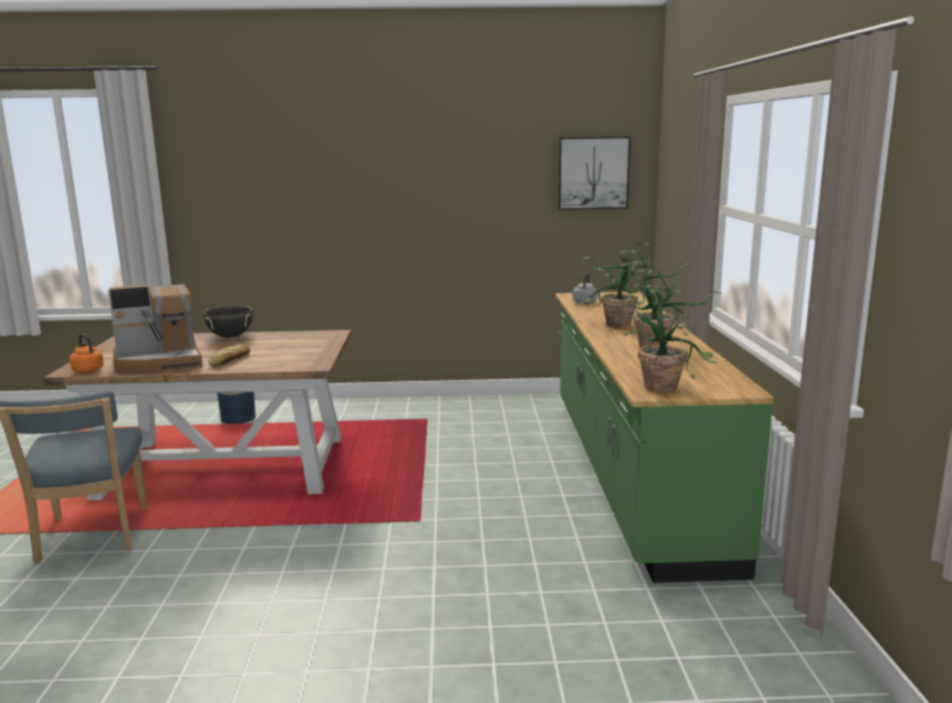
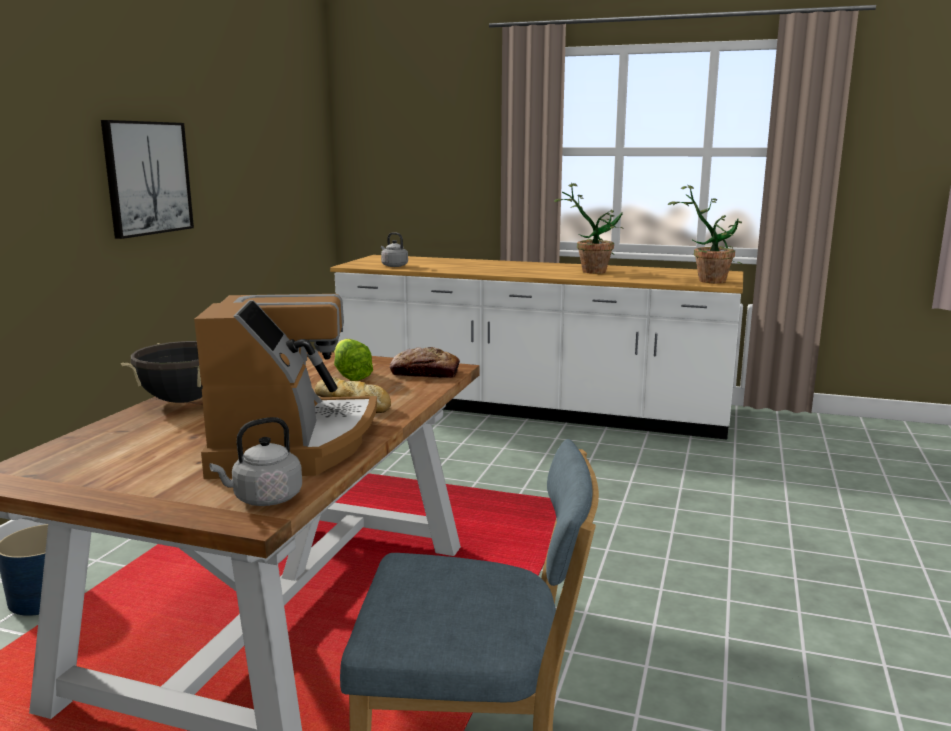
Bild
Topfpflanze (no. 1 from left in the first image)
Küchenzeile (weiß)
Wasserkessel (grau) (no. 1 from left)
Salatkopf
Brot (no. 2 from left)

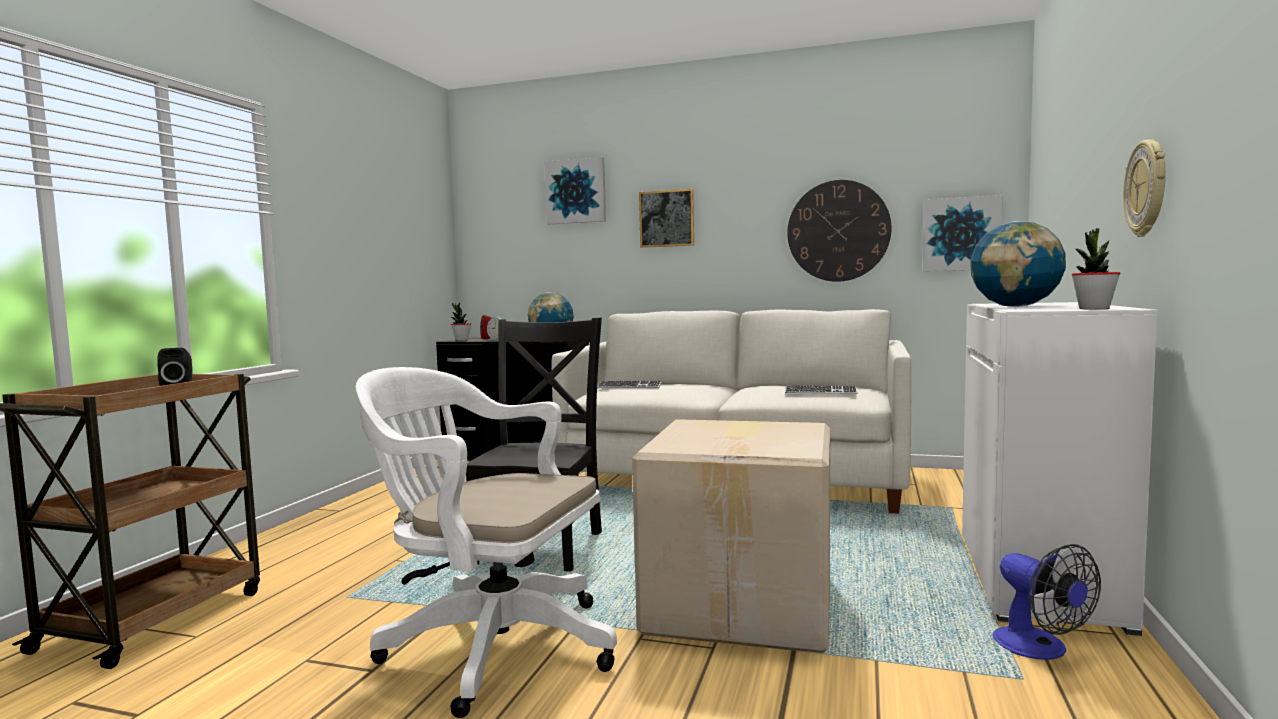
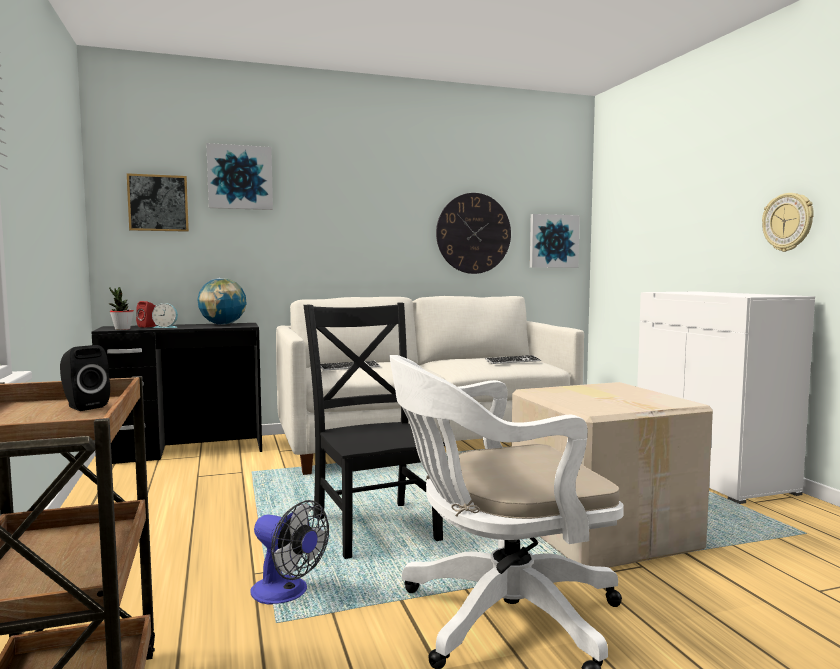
Bild (no. 1 from left)
Globus (no. 2 from left in the first image)
Topfpflanze (no. 2 from left in the first image)
Ventilator

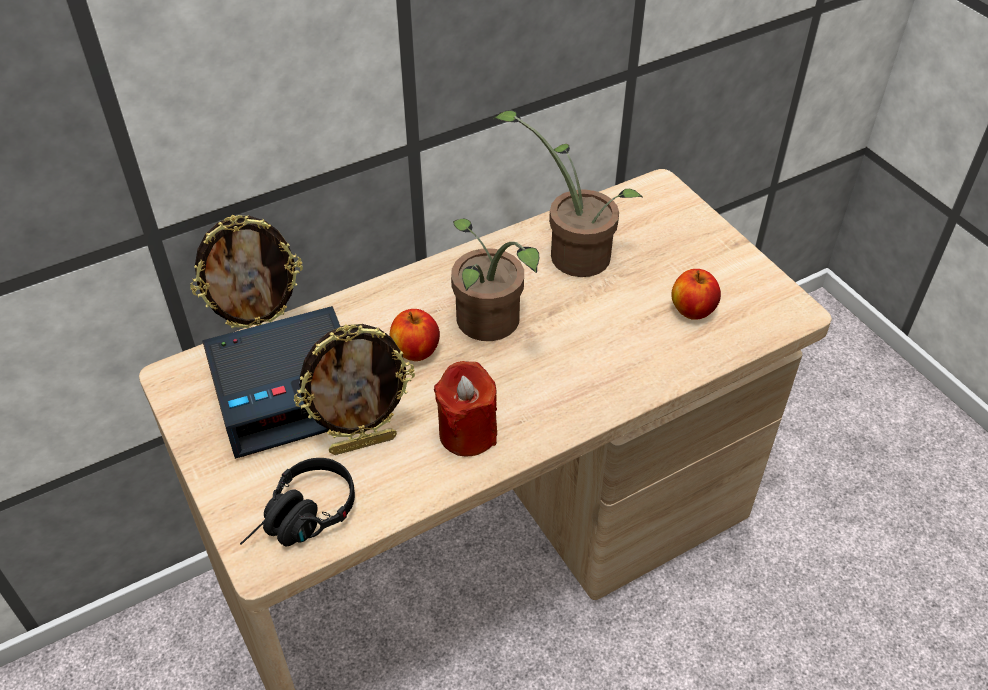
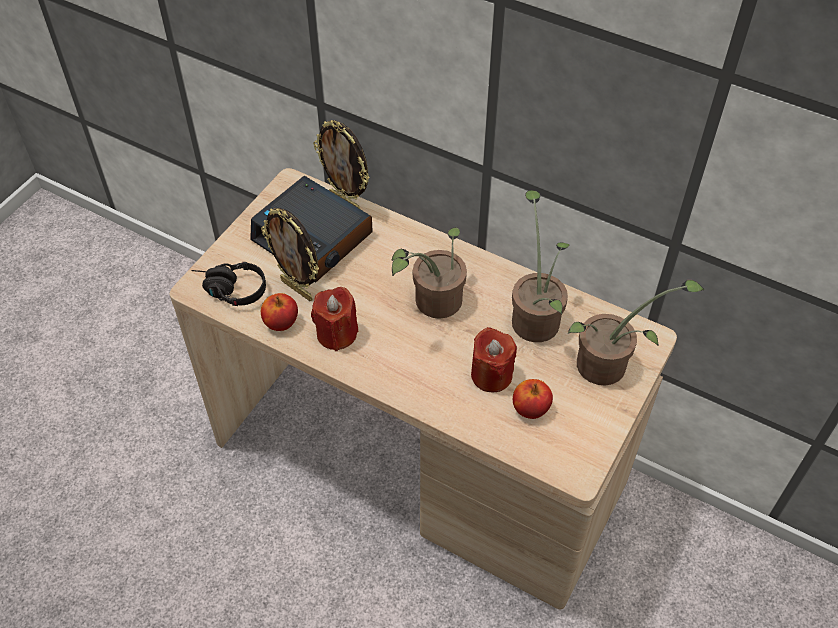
Apfel (no. 1 from left)
Topfpflanze (no. 3 from left)
Kerze (rot) (no. 2 from left)

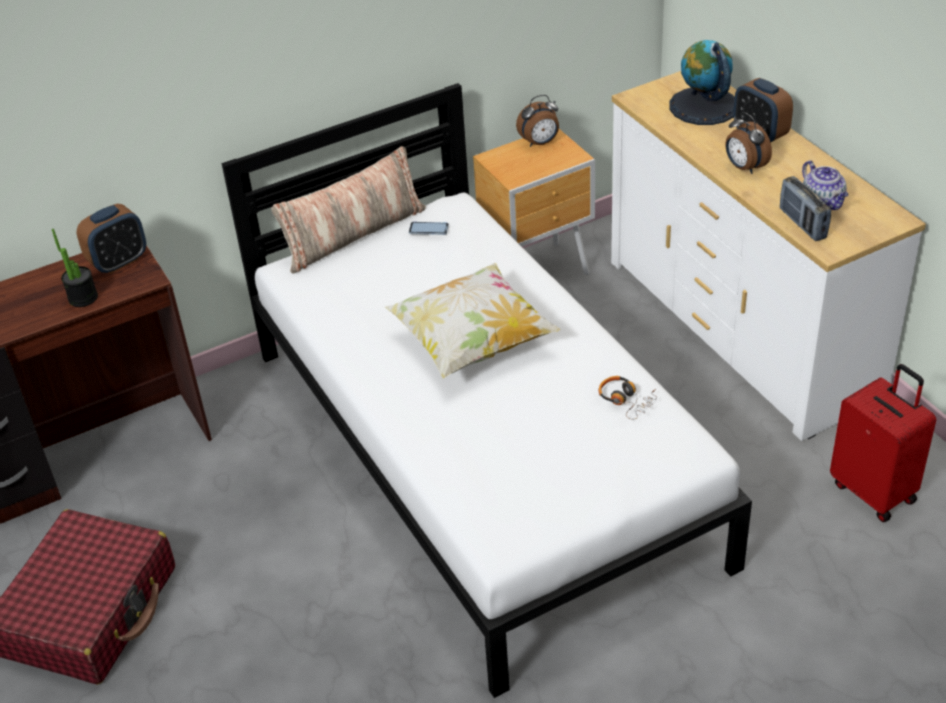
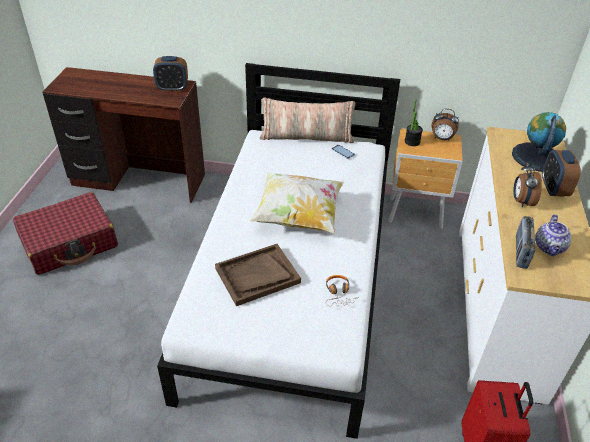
Topfpflanze
Tablett (braun)

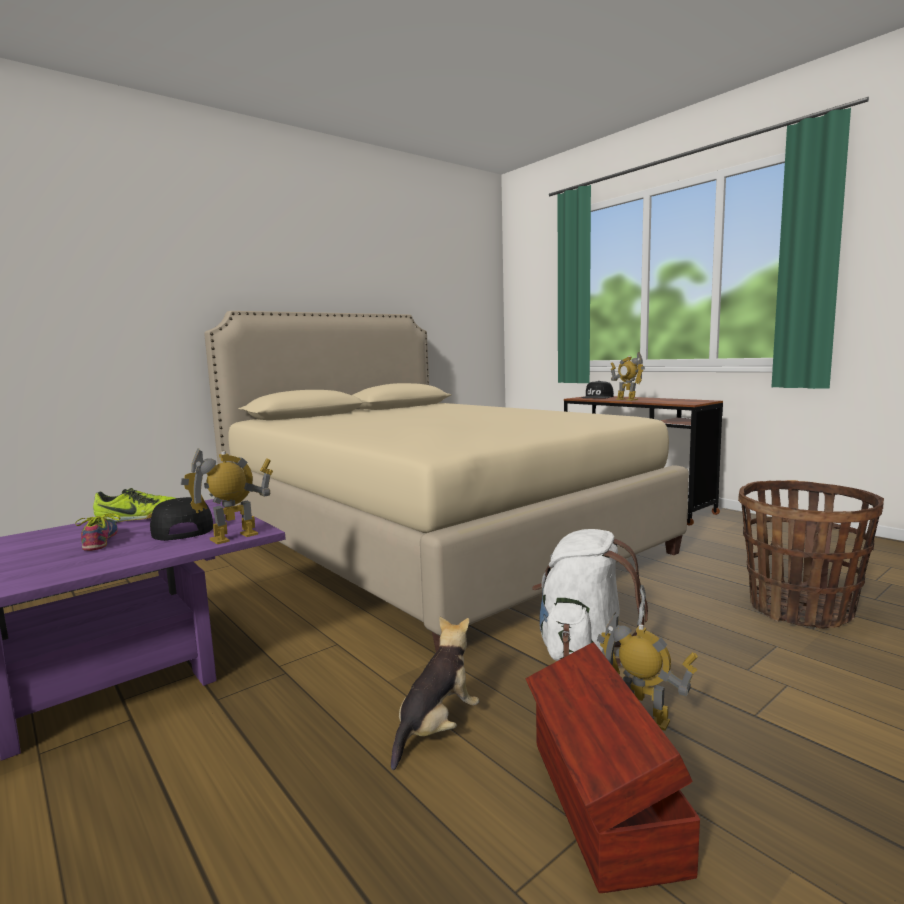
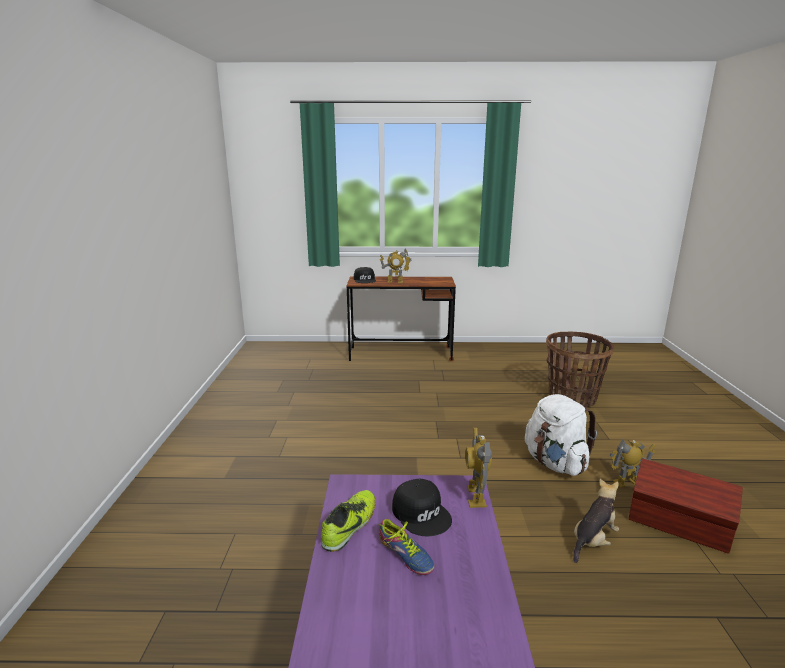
Bett (beige)
Kappe (schwarz) (no. 2 from left)
Schuh (no. 2 from left)
Plüschtier

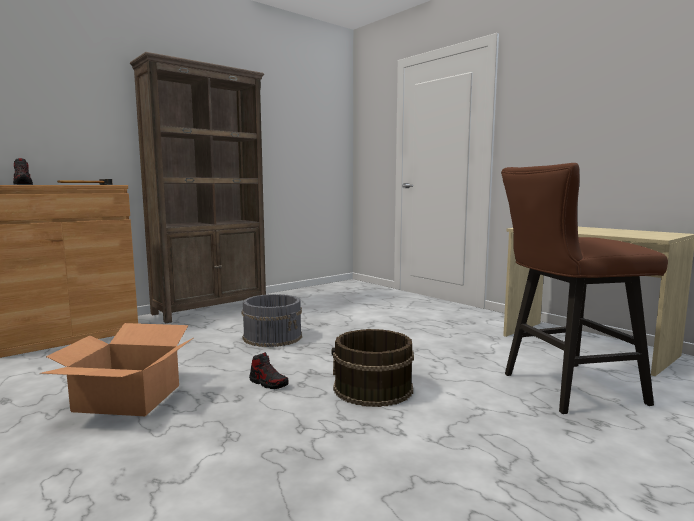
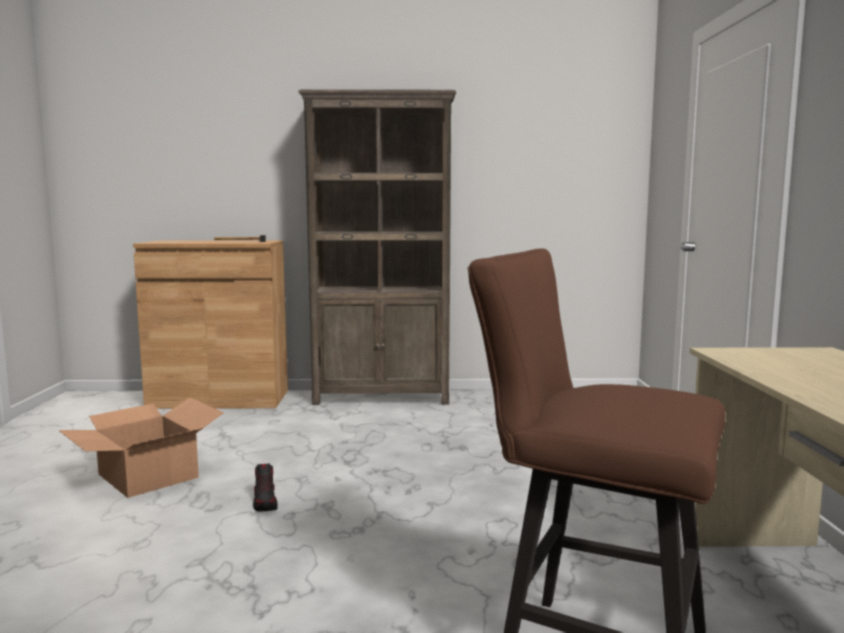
Schuh (no. 1 from left in the first image)
Eimer (grau)
Eimer (braun)

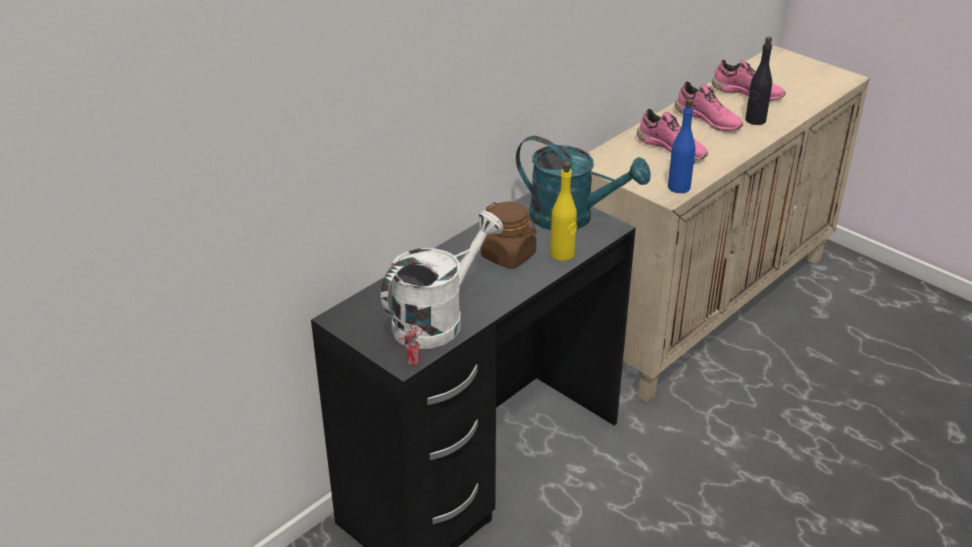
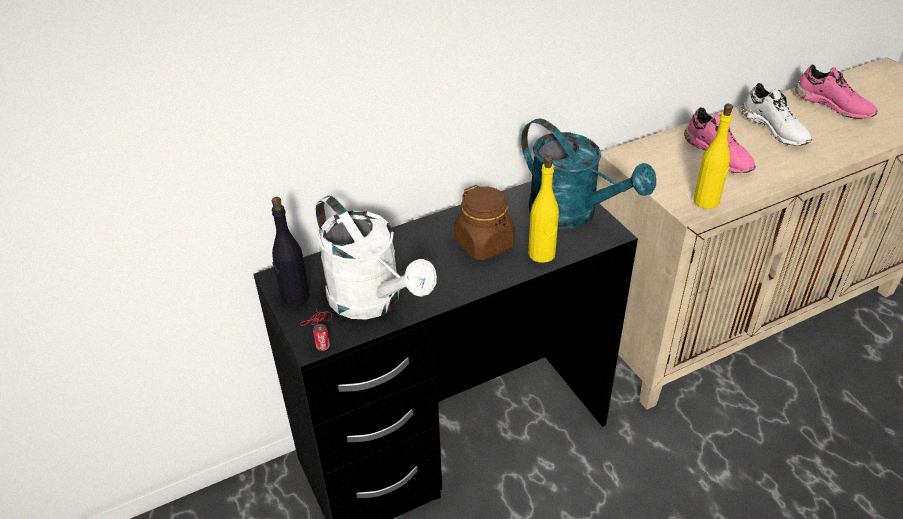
Flasche (schwarz)
Schuh (weiß)
Flasche (gelb) (no. 2 from left)
Gießkanne (weiß)

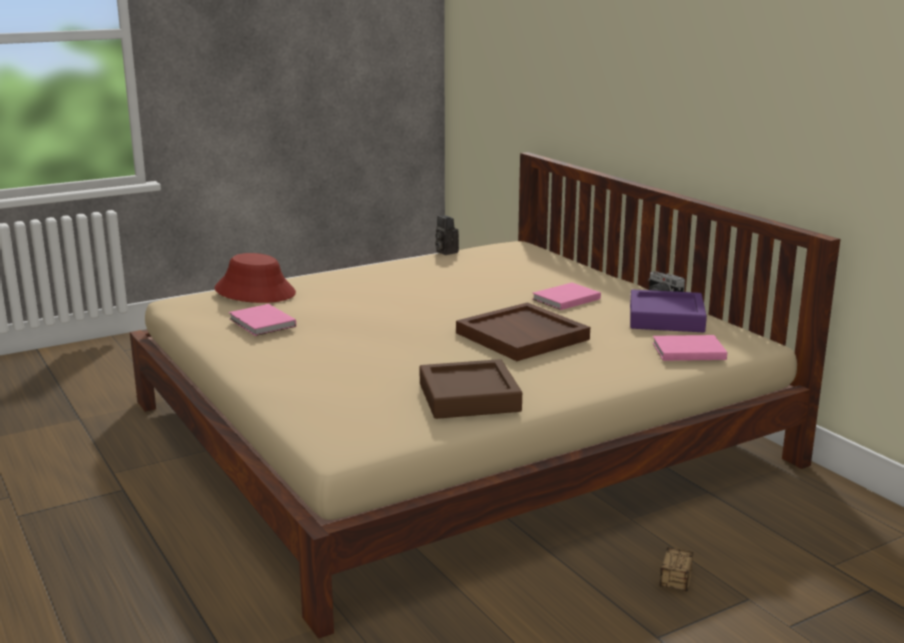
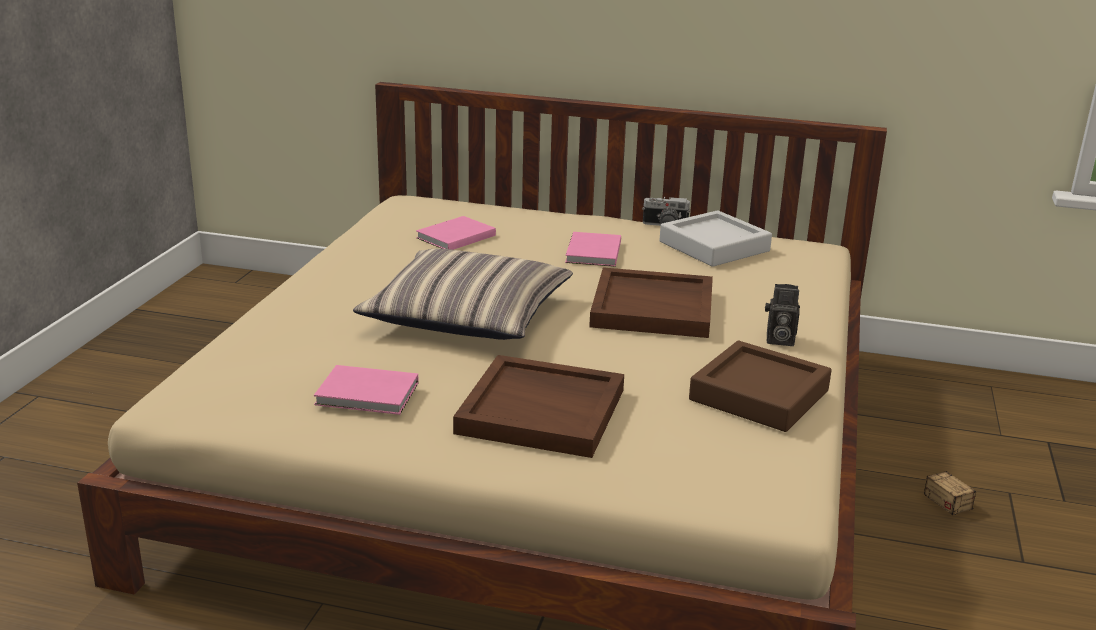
Kamera (no. 2 from left)
Hut (rot)
Tablett (grau)
Buch (rosa) (no. 2 from left)
Kissen
Tablett (braun) (no. 1 from left)

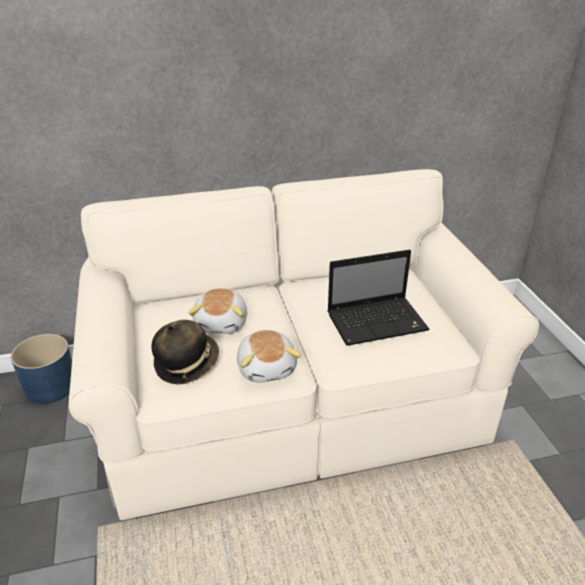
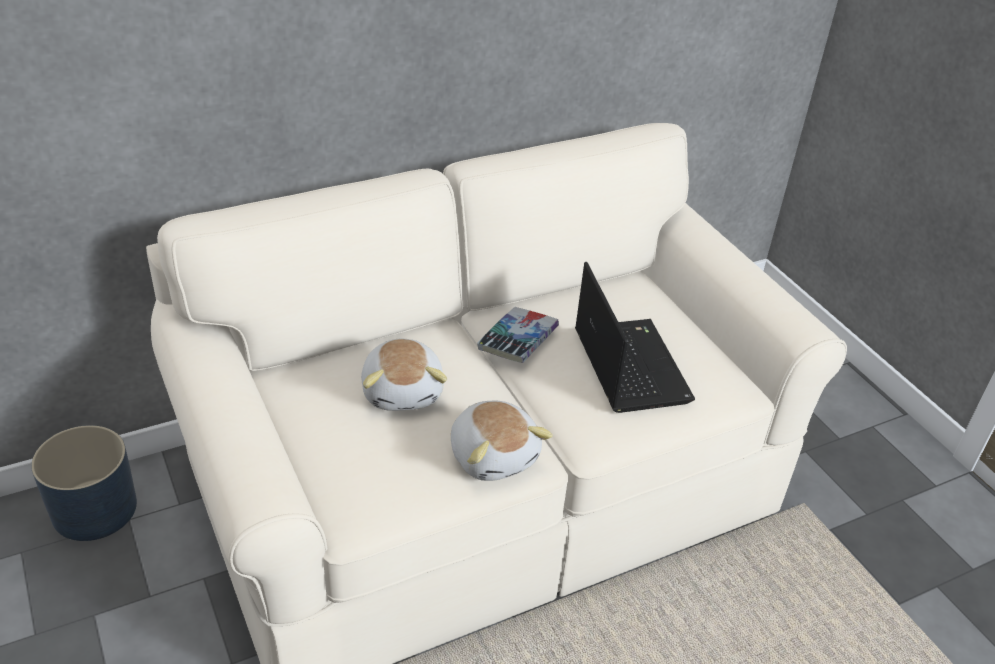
Laptop
Hut
Buch

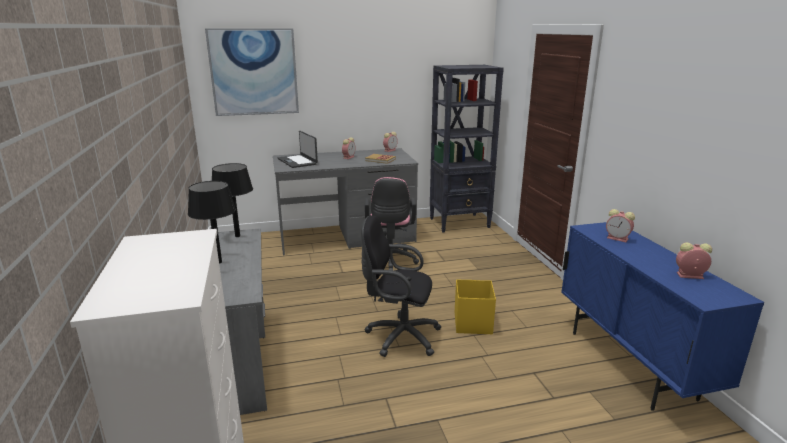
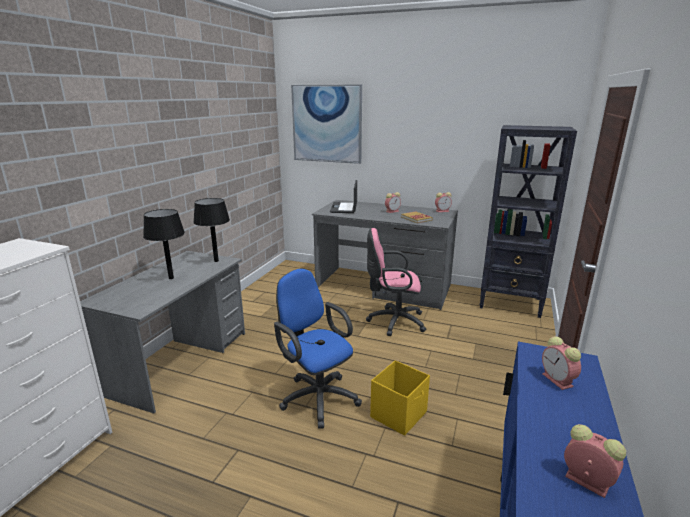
Bürostuhl (rosa)
Bürostuhl (blau)

